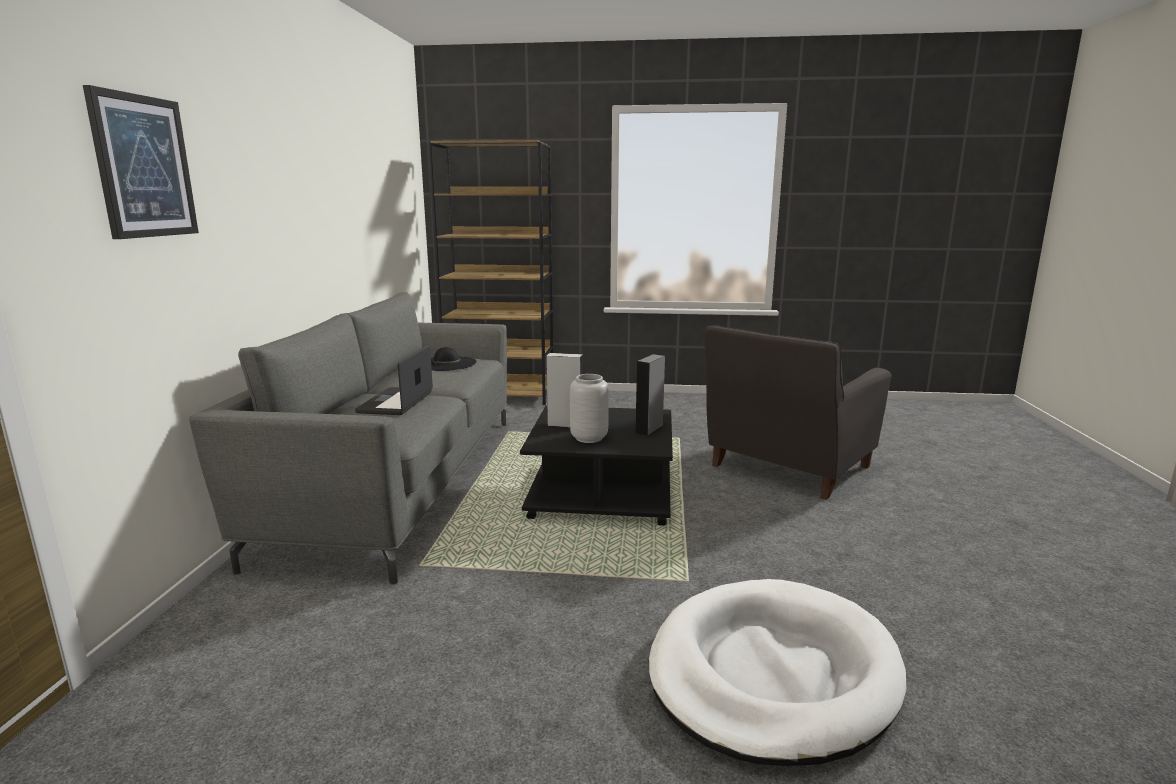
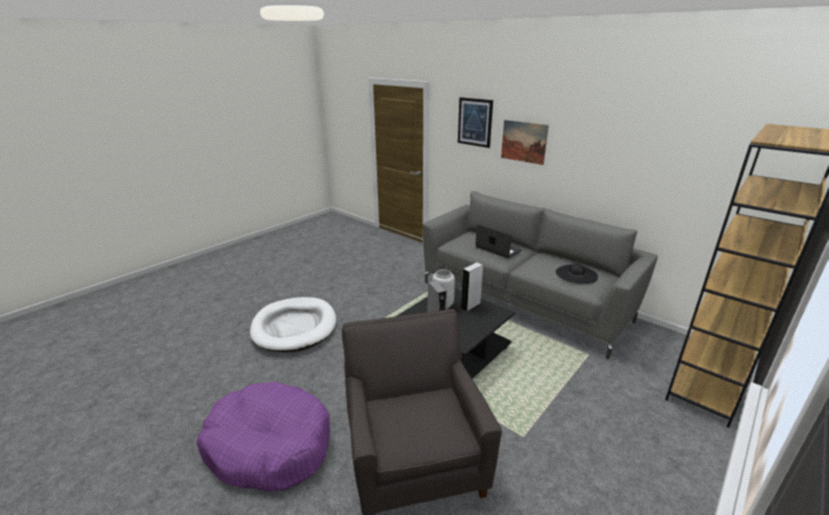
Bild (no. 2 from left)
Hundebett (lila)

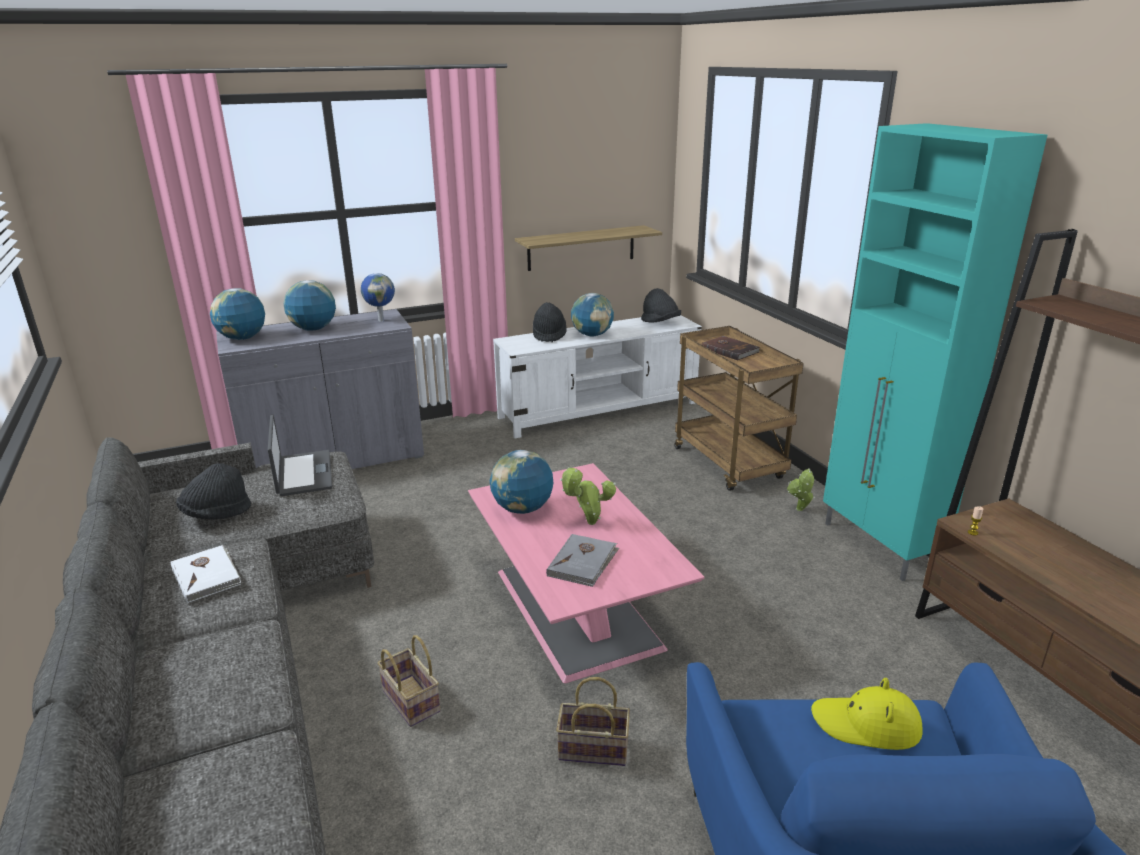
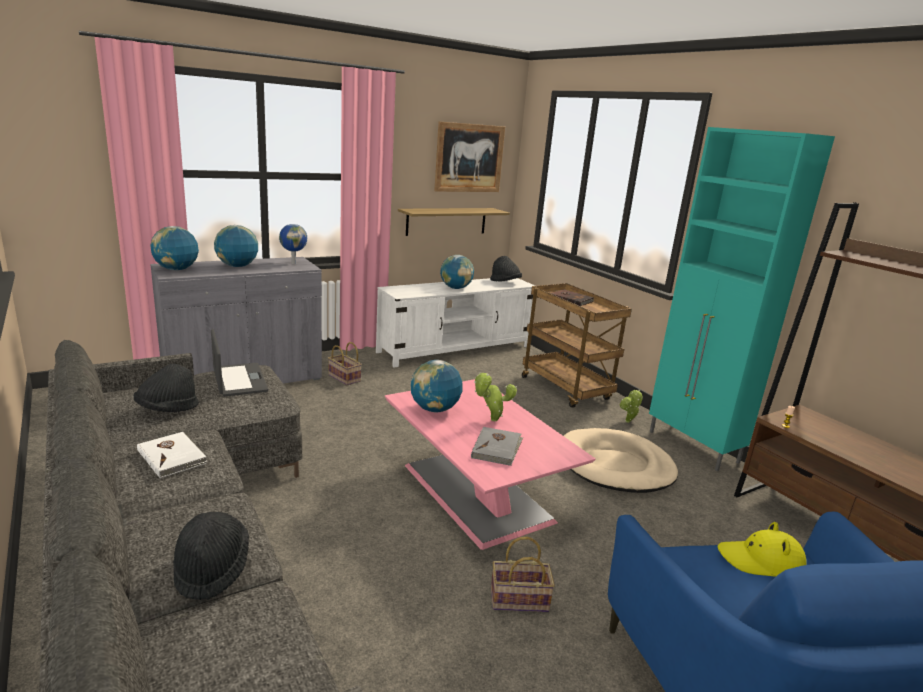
Hut (schwarz) (no. 2 from left)
Korb (no. 1 from left)
Bild
Hundebett (beige)

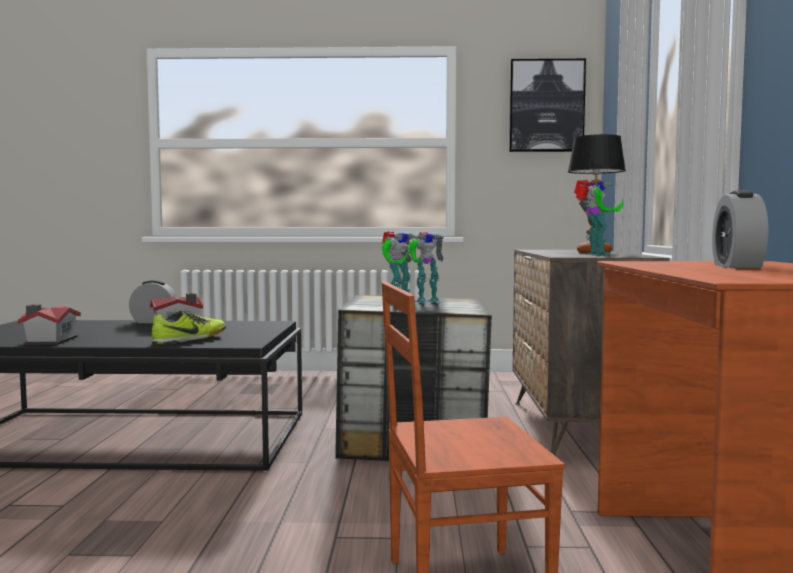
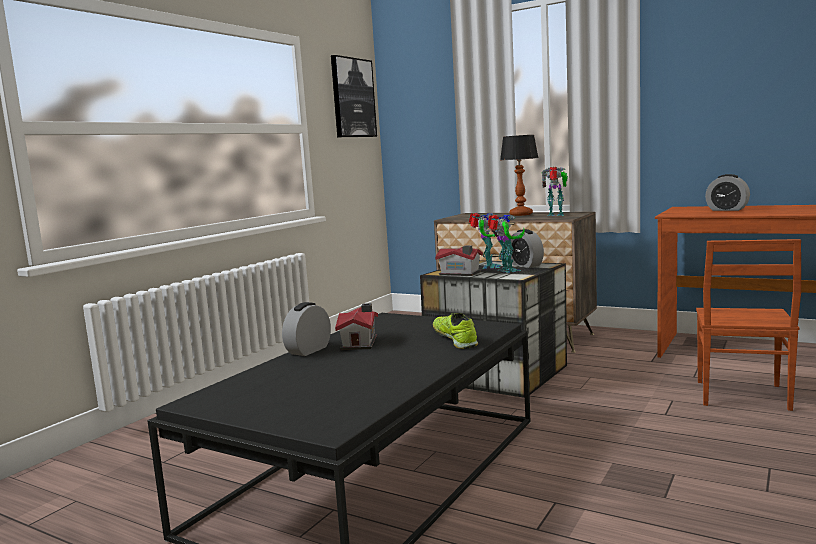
Spielzeughaus (no. 2 from left)
Wecker (no. 2 from left)

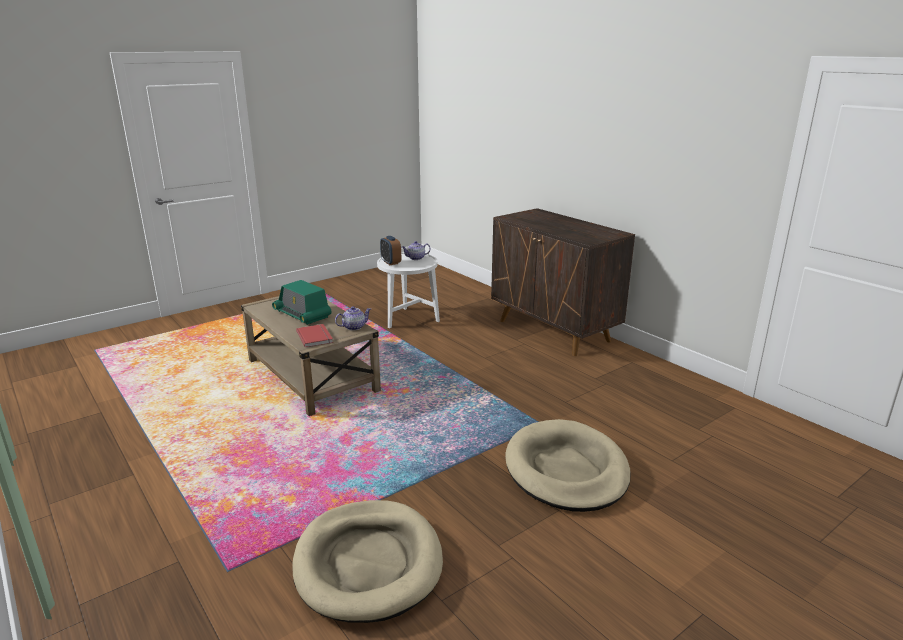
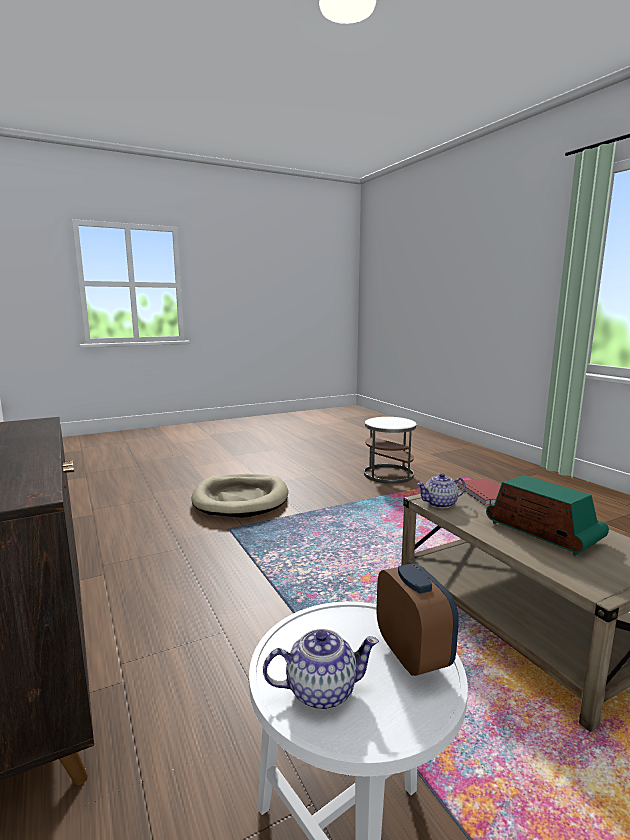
Beistelltisch (weiß) (no. 2 from left)

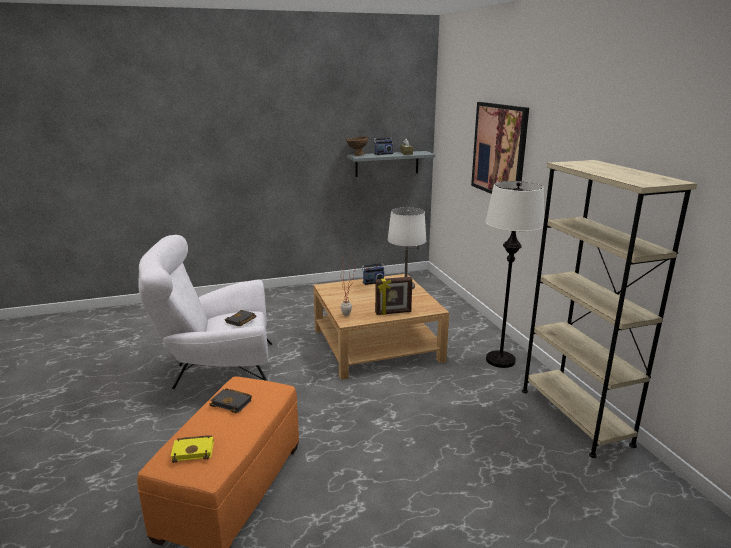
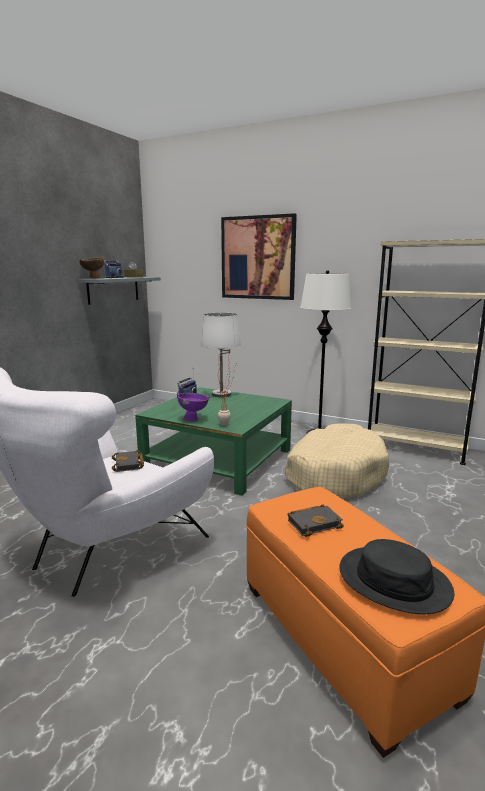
Couchtisch (grün)
Bilderrahmen
Hut (schwarz)
Schüssel (lila)
Hundebett (beige)

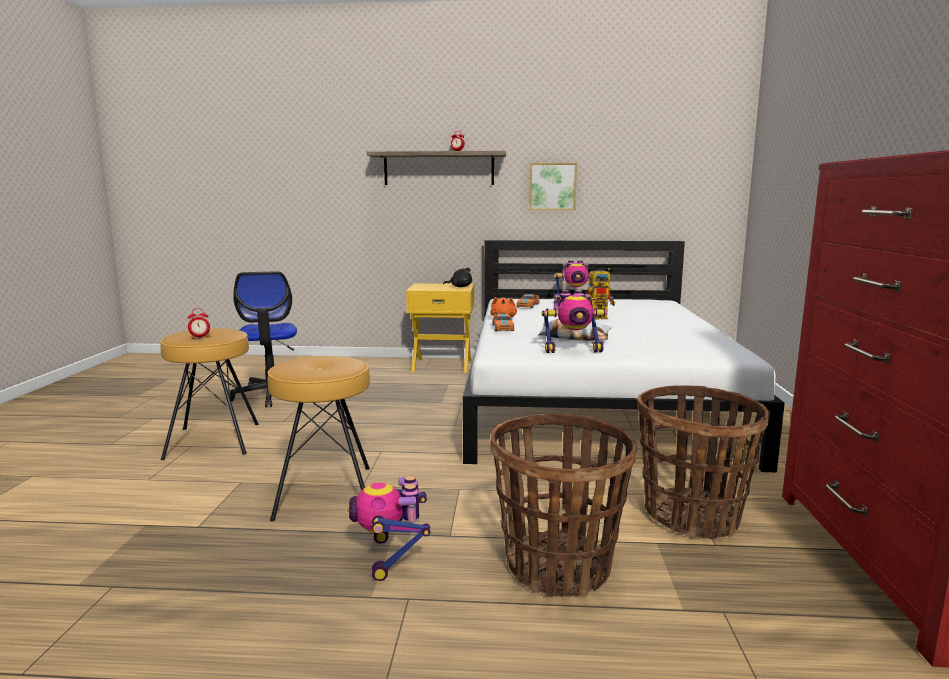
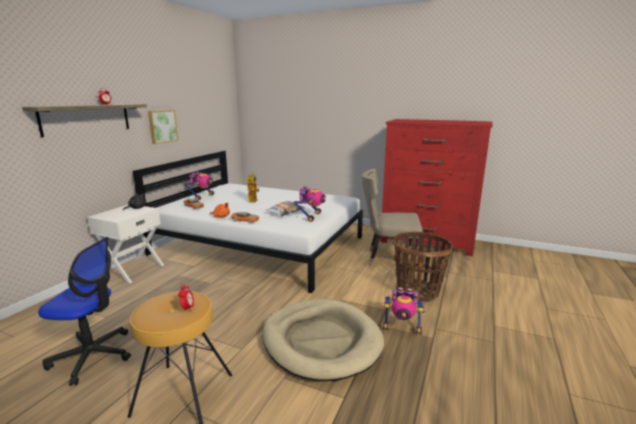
Nachttisch (weiß)
Hundebett (beige)
Stuhl (beige)

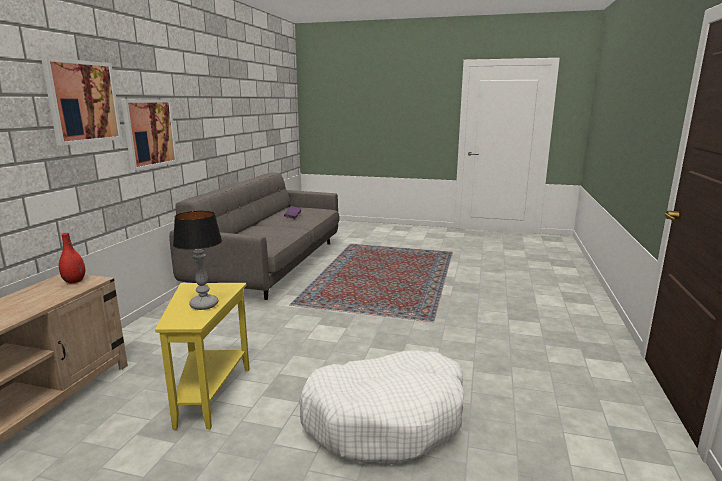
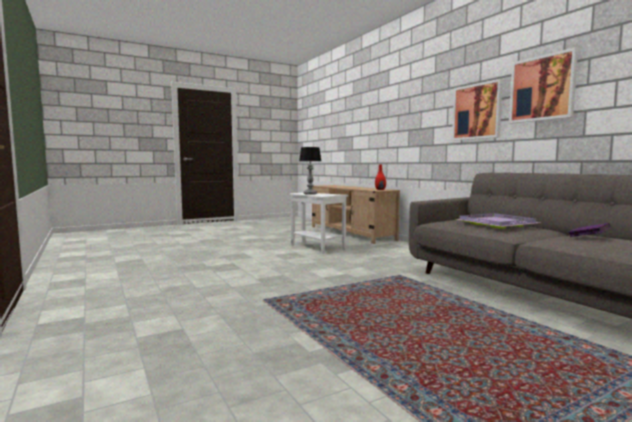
Bild (no. 2 from left)
Beistelltisch (weiß)
Hundebett (weiß)
Tablett (lila)

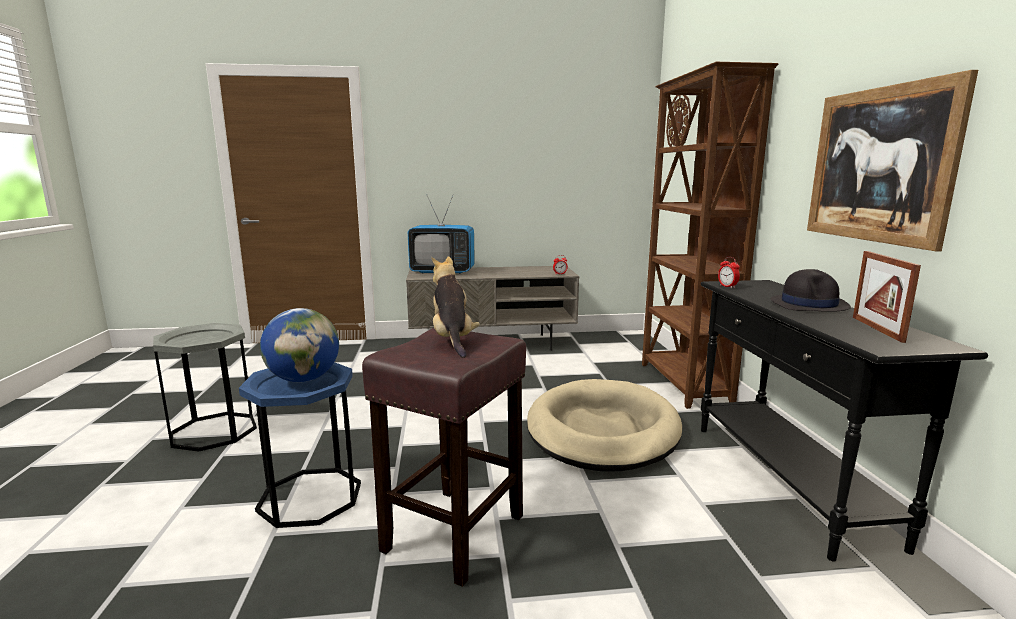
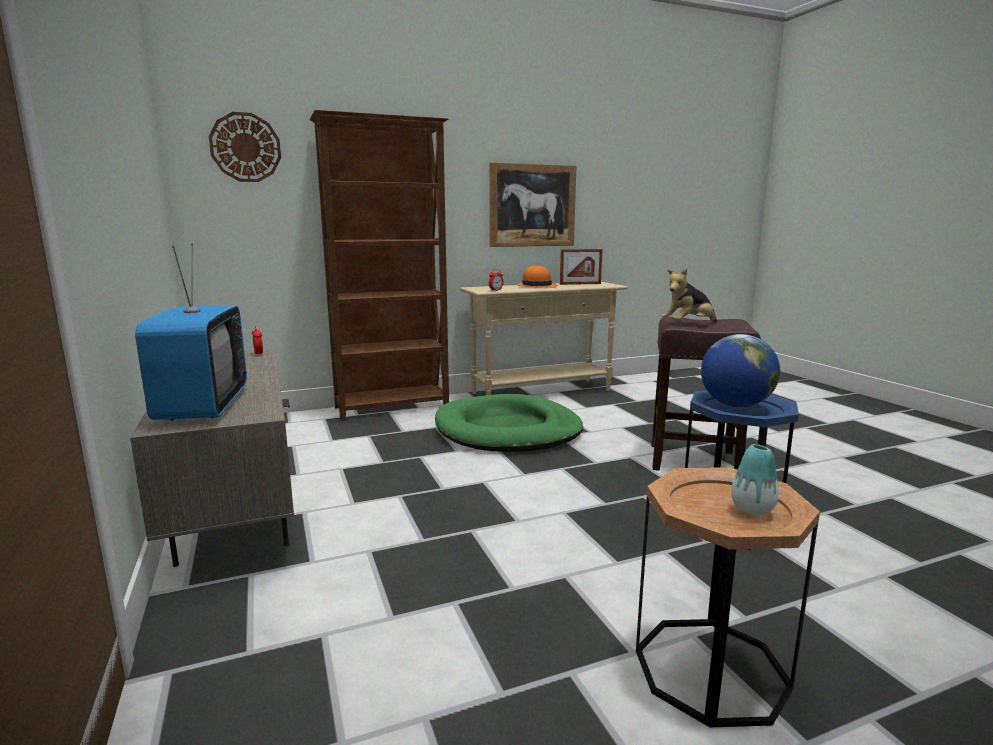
Hut (orange)
Konsolentisch (beige)
Beistelltisch (braun)
Hundebett (grün)
Vase

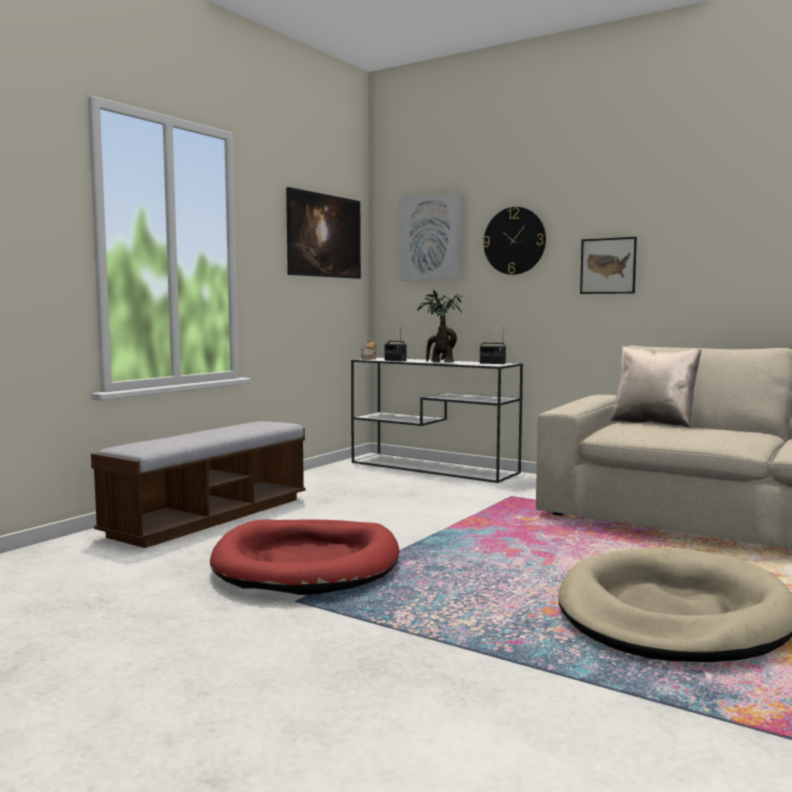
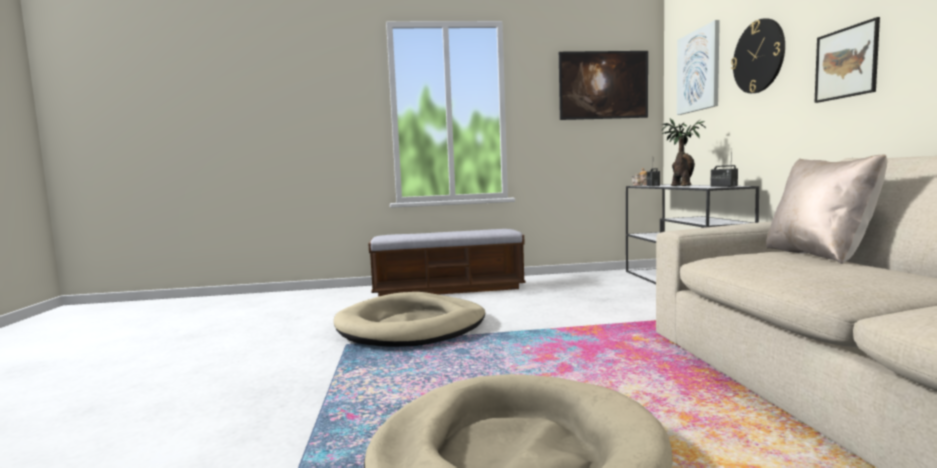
Hundebett (beige) (no. 1 from left)

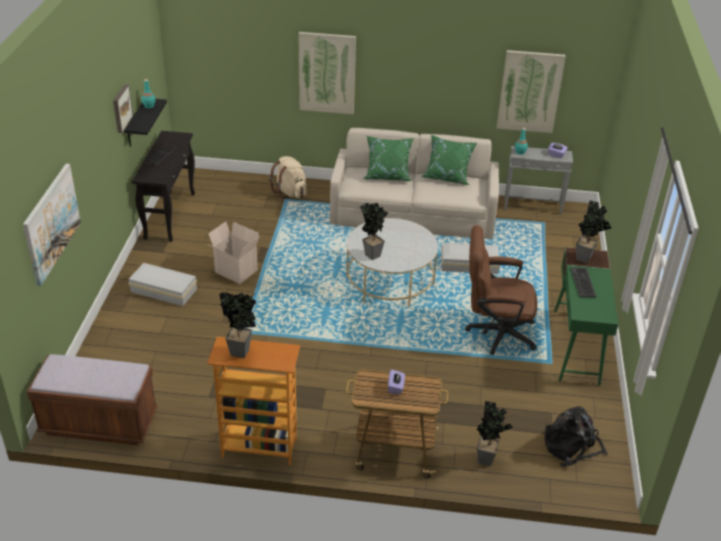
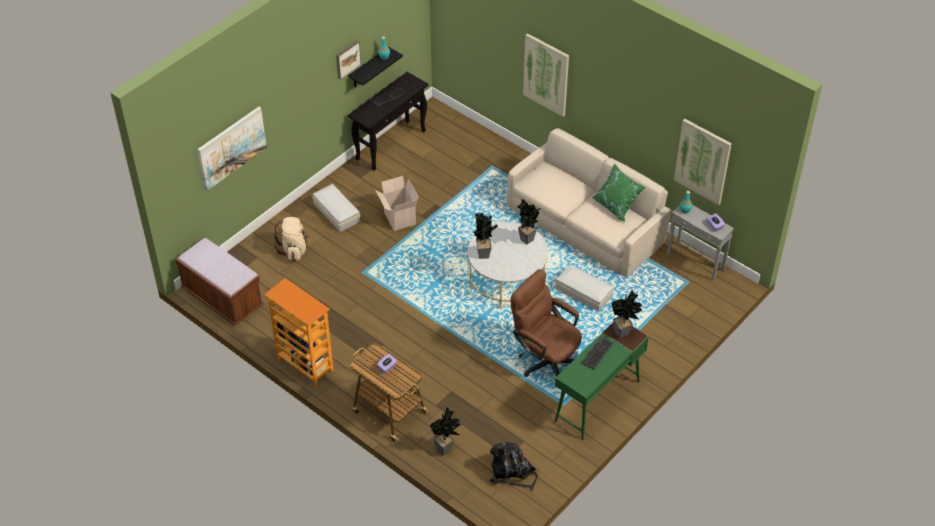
Kissen (grün) (no. 1 from left in the first image)
Rucksack (beige)
Topfpflanze (no. 3 from left)

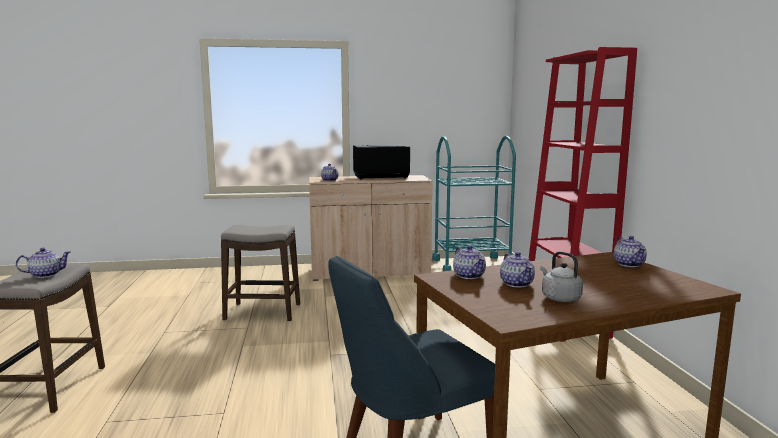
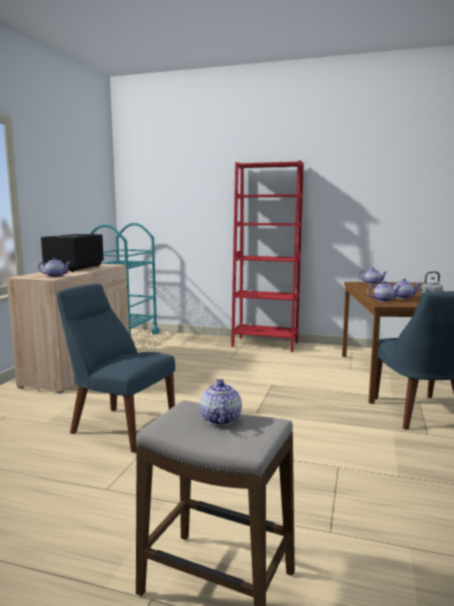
Stuhl (blau) (no. 1 from left)

